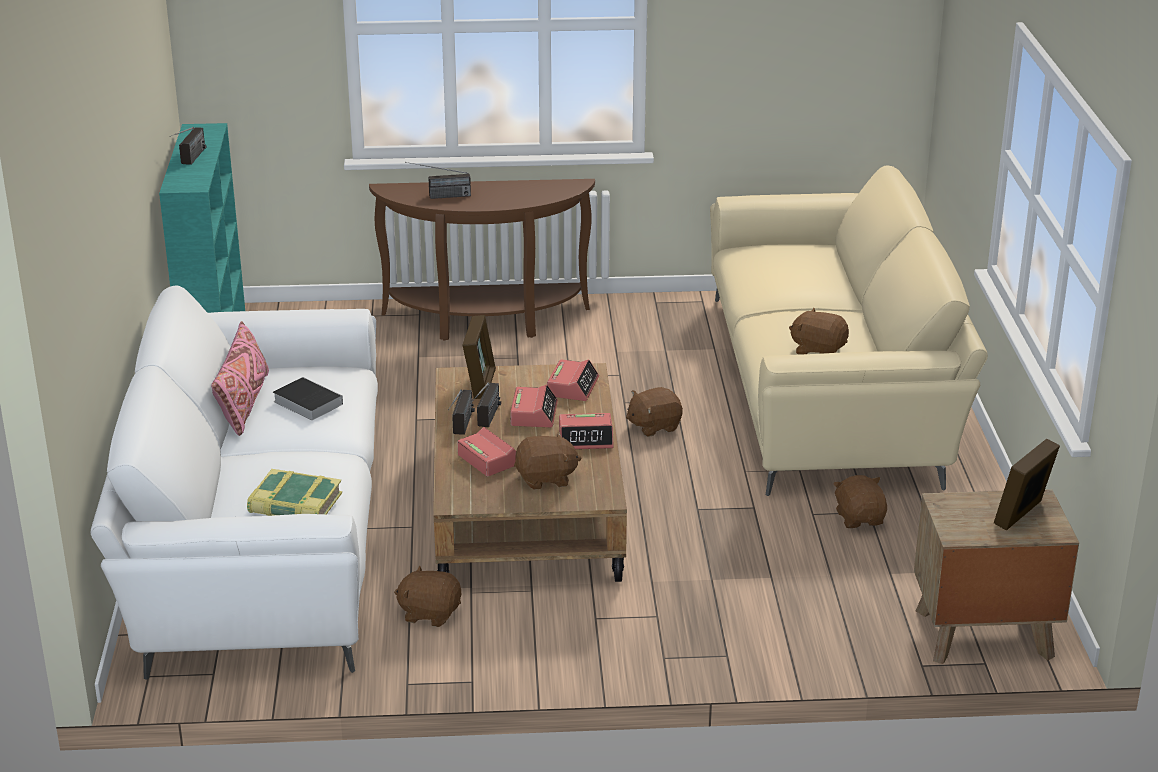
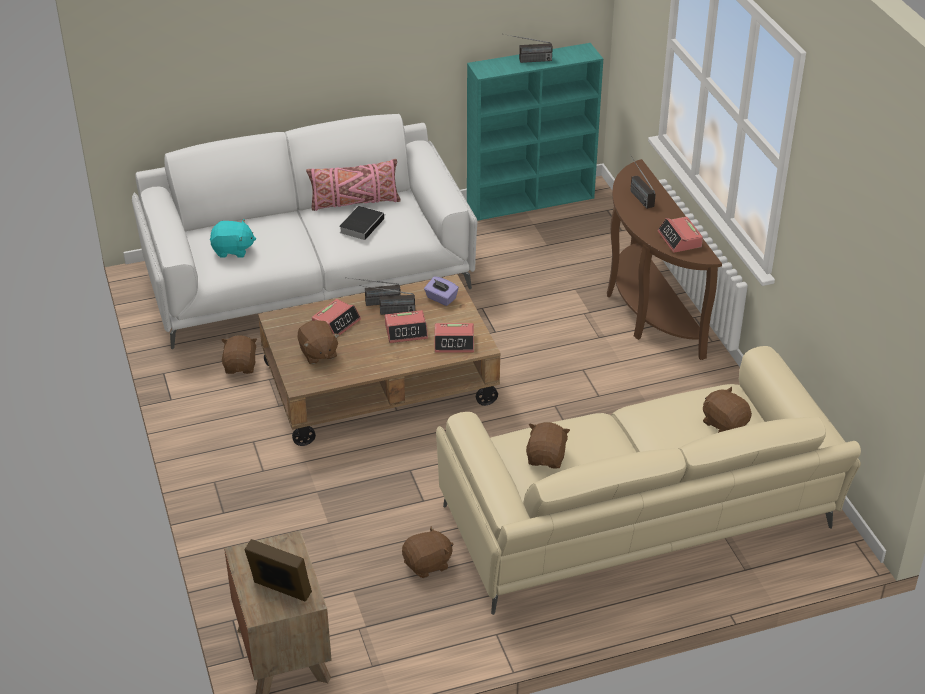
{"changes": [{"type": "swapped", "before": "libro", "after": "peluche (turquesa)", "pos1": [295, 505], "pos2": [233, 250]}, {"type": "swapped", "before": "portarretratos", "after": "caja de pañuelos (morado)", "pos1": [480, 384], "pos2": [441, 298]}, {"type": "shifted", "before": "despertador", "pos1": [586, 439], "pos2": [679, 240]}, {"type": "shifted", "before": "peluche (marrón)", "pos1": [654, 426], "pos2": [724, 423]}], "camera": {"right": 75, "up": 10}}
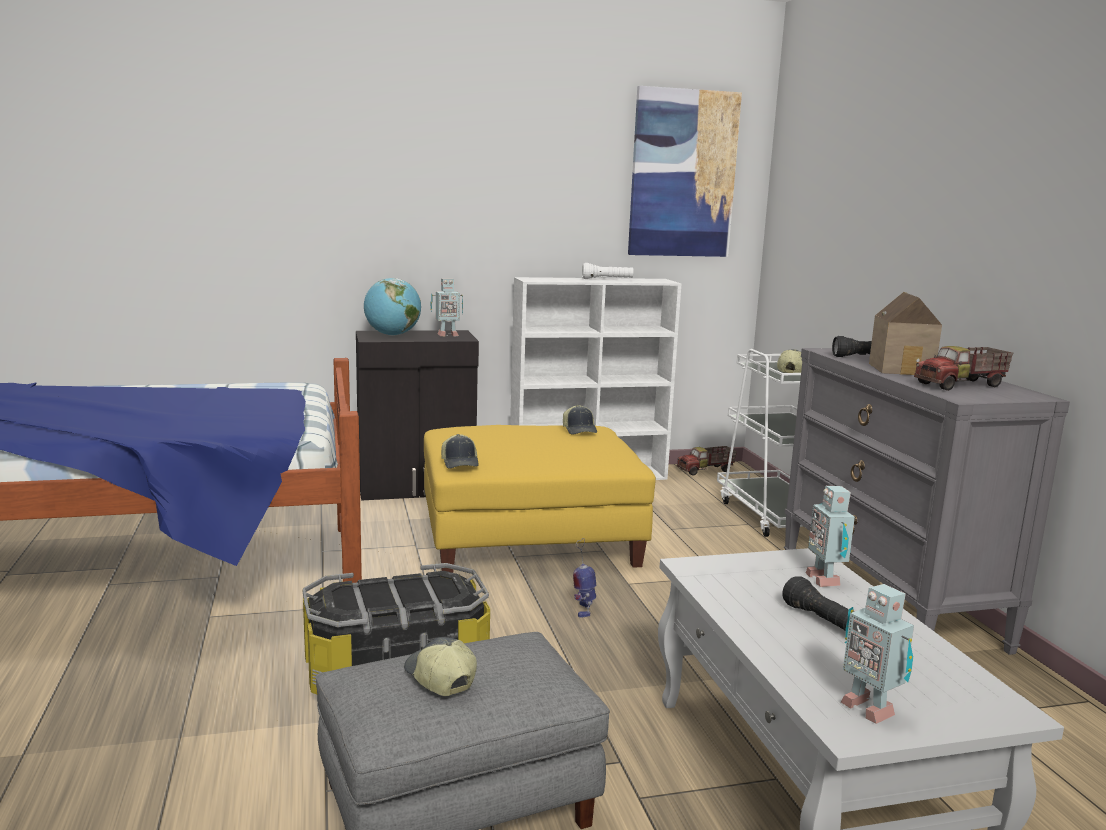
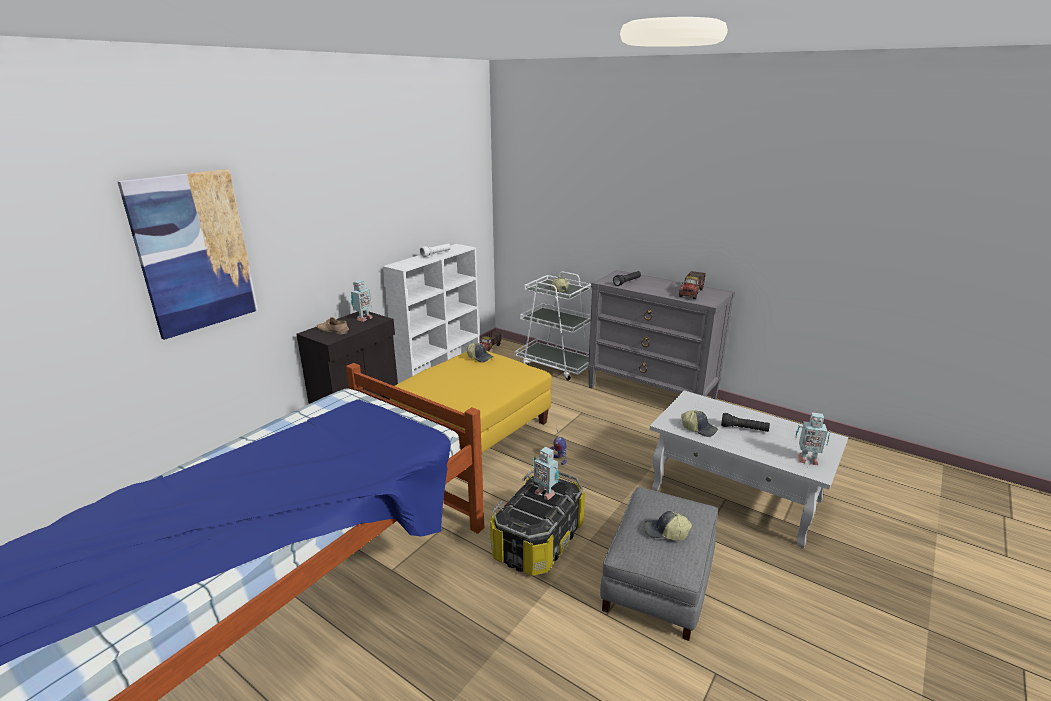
{"changes": [{"type": "swapped", "before": "globo terráqueo", "after": "zapato (beis)", "pos1": [392, 335], "pos2": [332, 330]}, {"type": "shifted", "before": "gorra", "pos1": [460, 463], "pos2": [699, 429]}, {"type": "shifted", "before": "cuadro", "pos1": [682, 174], "pos2": [194, 252]}, {"type": "shifted", "before": "robot de juguete", "pos1": [825, 579], "pos2": [545, 493]}, {"type": "gone", "before": "casita", "pos1": [904, 369]}], "camera": {"right": -40, "up": 10}}
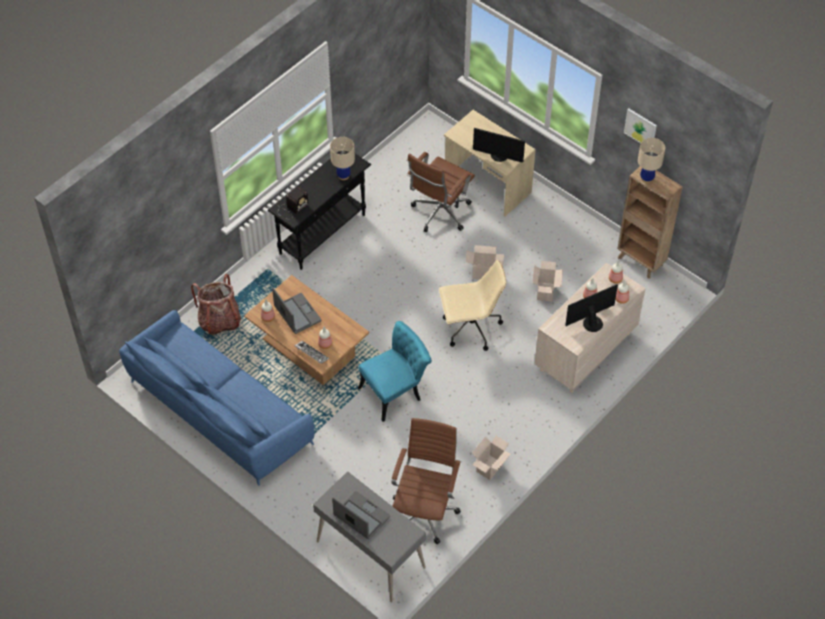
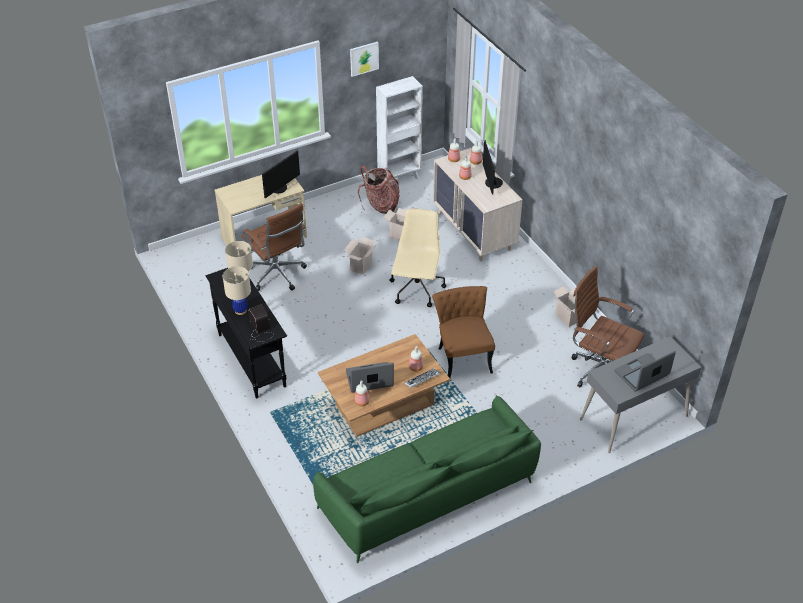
{"changes": [{"type": "repainted", "before": "sofá (azul)", "after": "sofá (verde)", "pos1": [218, 412], "pos2": [429, 494]}, {"type": "shifted", "before": "mochila", "pos1": [219, 320], "pos2": [381, 205]}, {"type": "repainted", "before": "silla (turquesa)", "after": "silla (marrón)", "pos1": [395, 391], "pos2": [462, 356]}, {"type": "repainted", "before": "estantería (marrón)", "after": "estantería (blanco)", "pos1": [641, 262], "pos2": [399, 177]}, {"type": "shifted", "before": "lámpara de mesa (beis)", "pos1": [647, 178], "pos2": [240, 310]}], "camera": {"right": -70, "up": -10}}
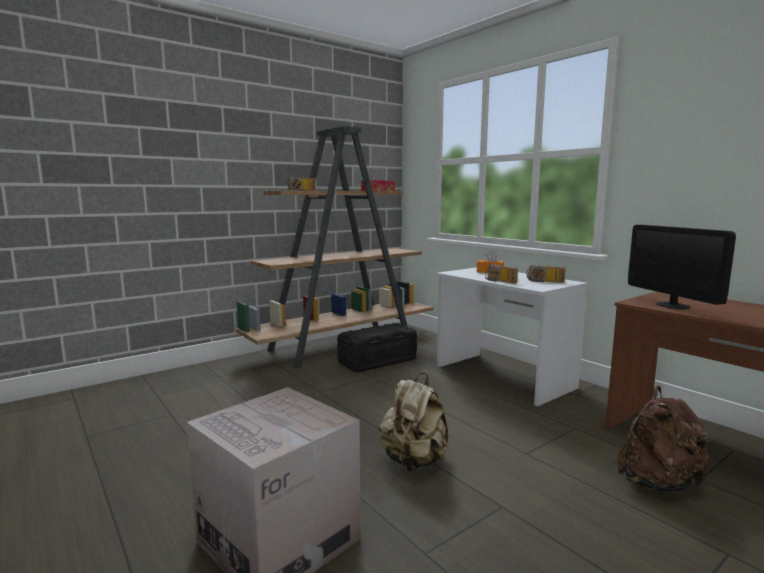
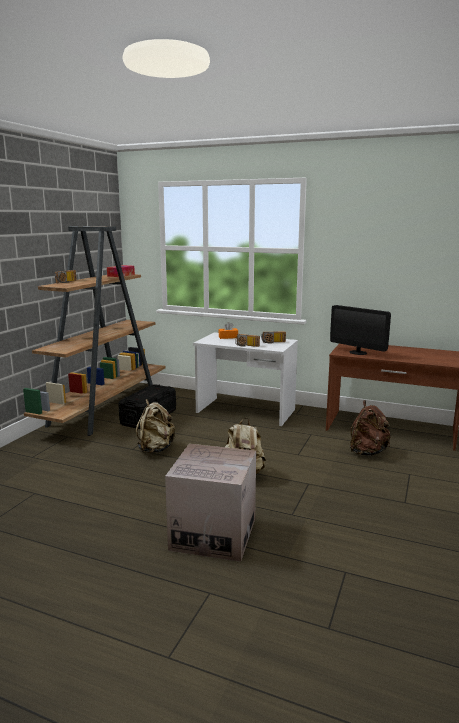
{"changes": [{"type": "new", "after": "mochila (beis)", "pos2": [156, 449]}], "camera": {"right": -30, "up": 5}}
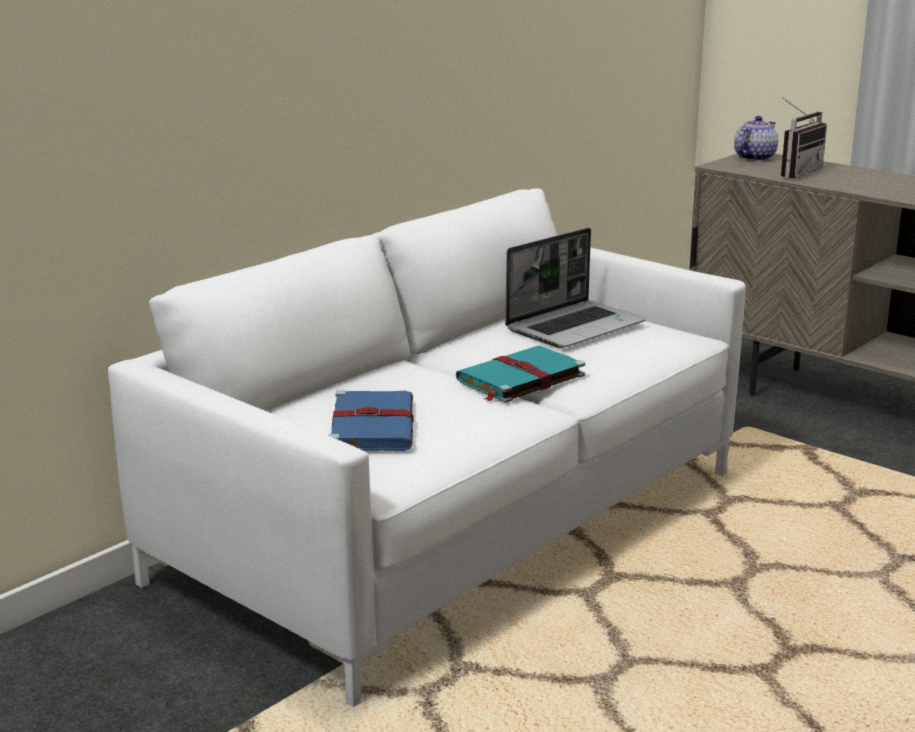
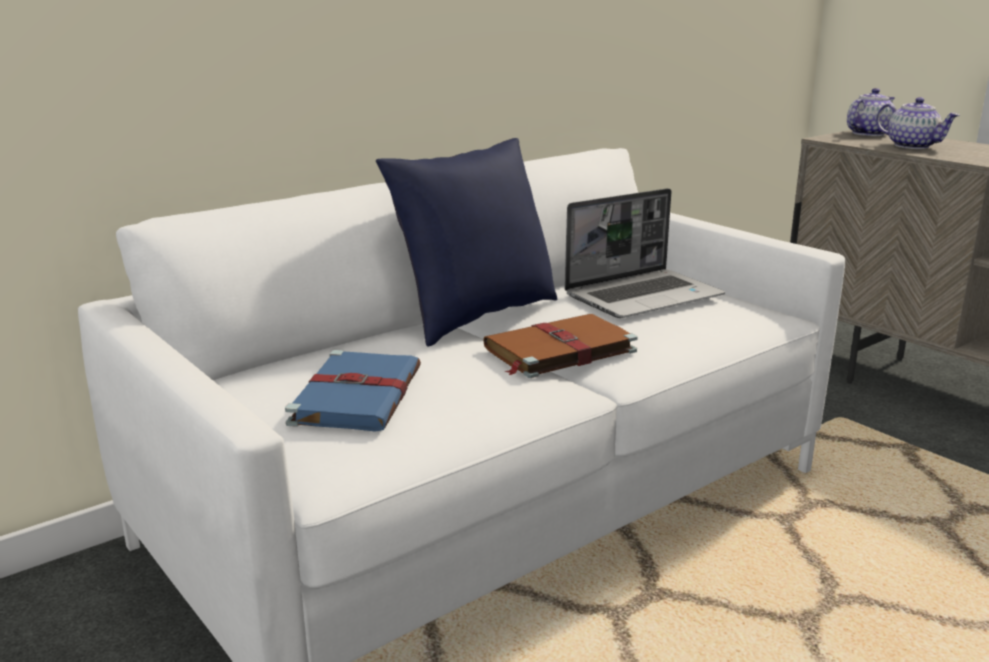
{"changes": [{"type": "repainted", "before": "libro (turquesa)", "after": "libro (marrón)", "pos1": [519, 379], "pos2": [558, 350]}, {"type": "swapped", "before": "radio", "after": "tetera", "pos1": [794, 172], "pos2": [912, 146]}, {"type": "new", "after": "cojín (azul)", "pos2": [474, 316]}], "camera": {"right": 10, "up": 0}}
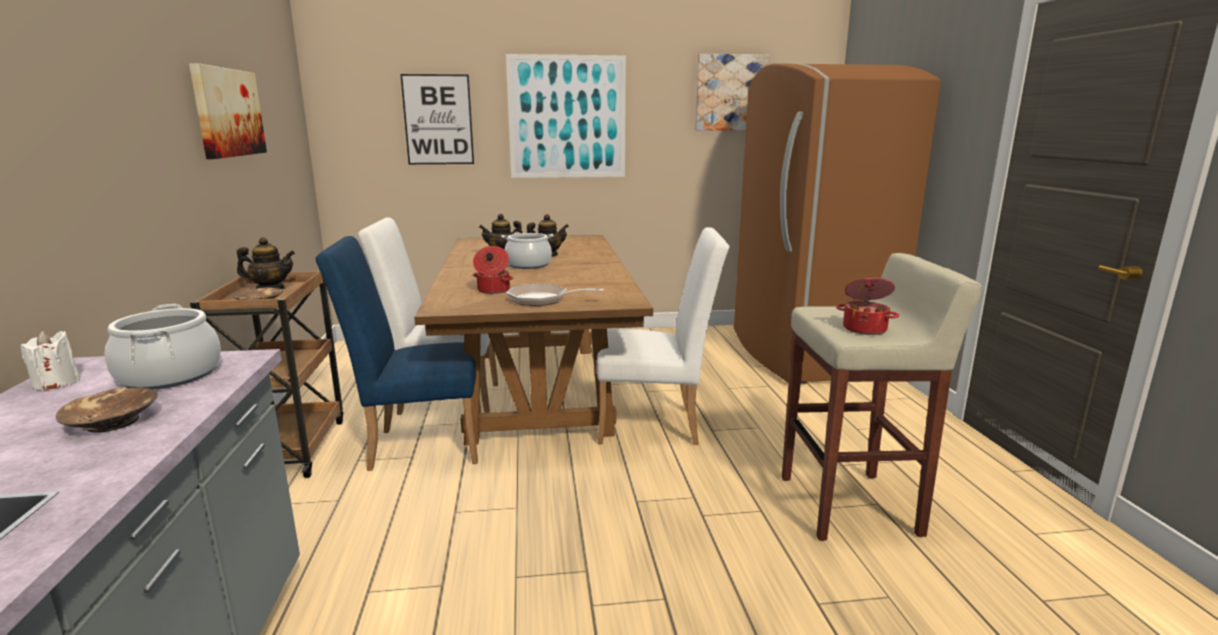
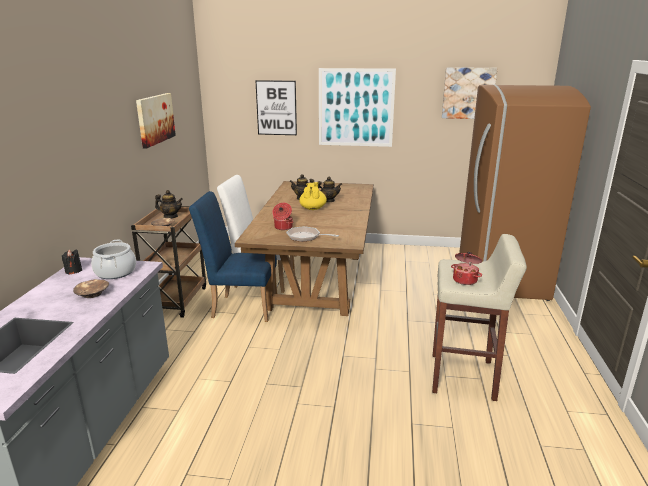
{"changes": [{"type": "repainted", "before": "vela (blanco)", "after": "vela (negro)", "pos1": [56, 383], "pos2": [73, 271]}, {"type": "swapped", "before": "olla", "after": "tetera (amarillo)", "pos1": [528, 265], "pos2": [313, 208]}, {"type": "gone", "before": "silla (blanco)", "pos1": [656, 426]}], "camera": {"right": 15, "up": 5}}
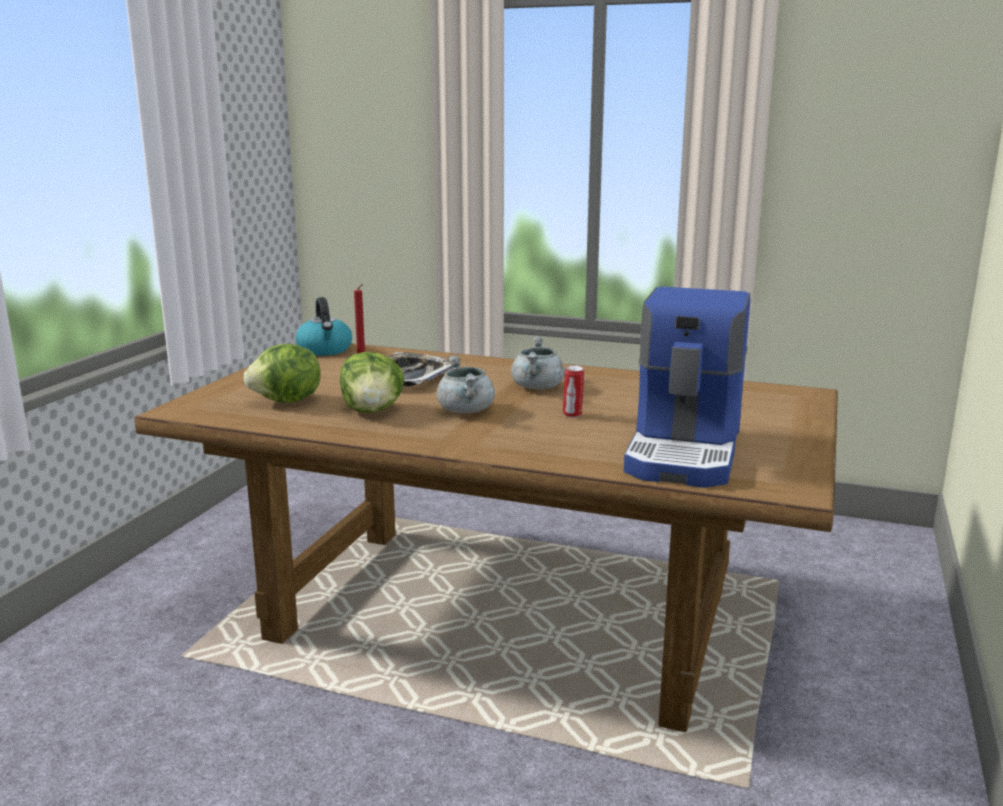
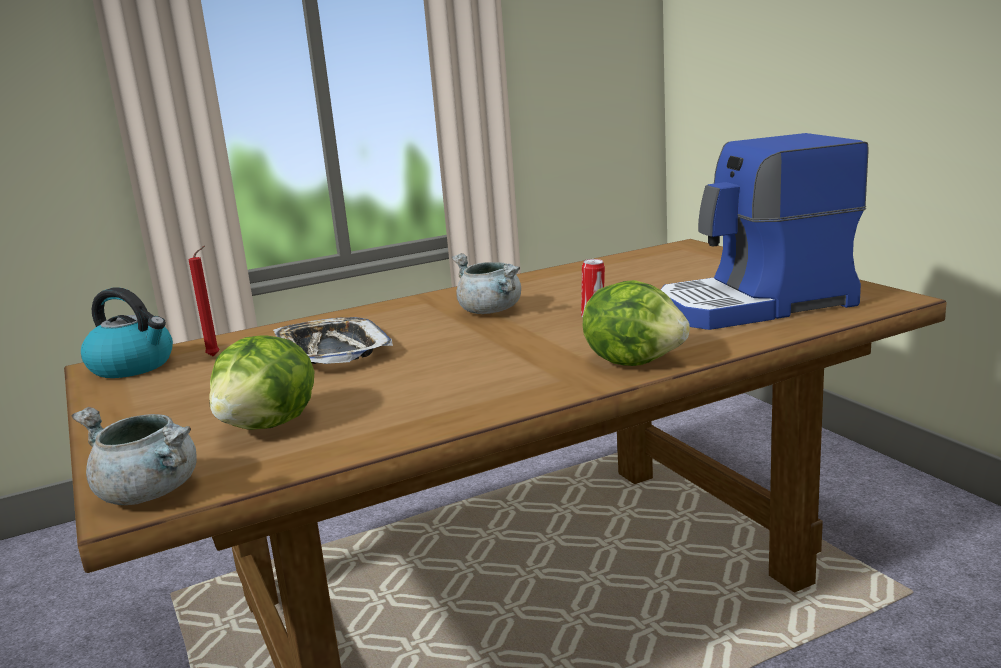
{"changes": [{"type": "shifted", "before": "lechuga", "pos1": [372, 411], "pos2": [635, 361]}, {"type": "shifted", "before": "olla (gris)", "pos1": [466, 411], "pos2": [150, 493]}, {"type": "rotated", "before": "cafetera", "pos1": [686, 452], "pos2": [756, 305], "turn": 105}], "camera": {"right": -45, "up": 0}}
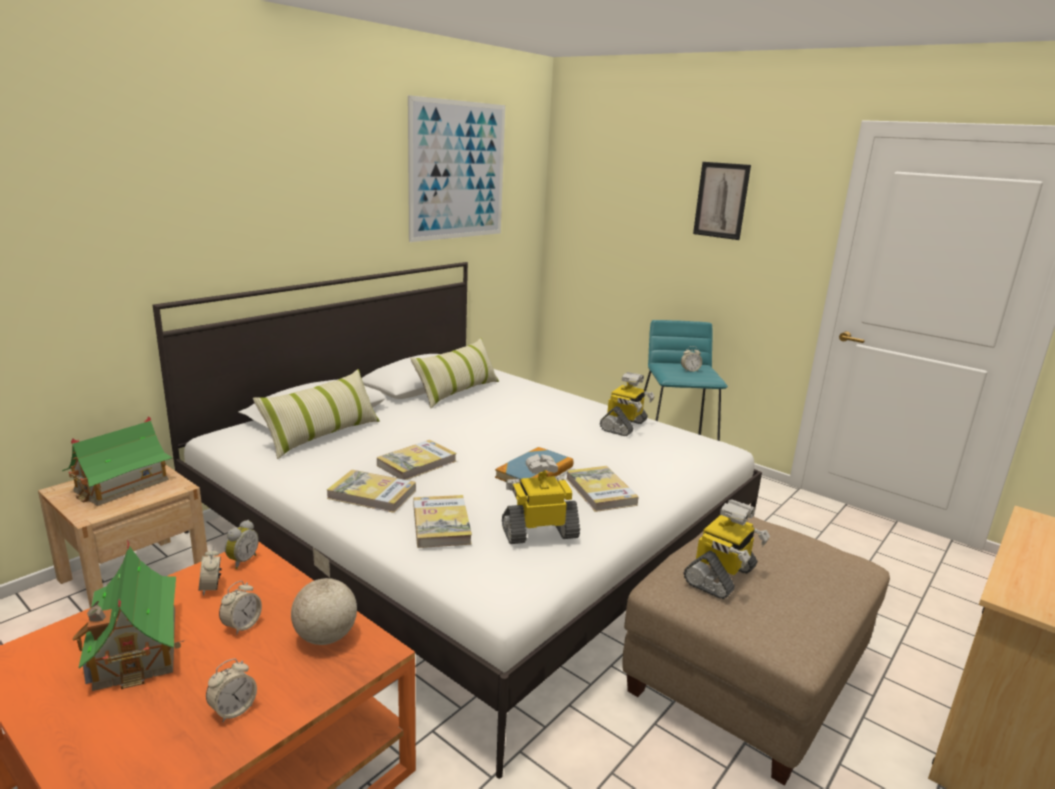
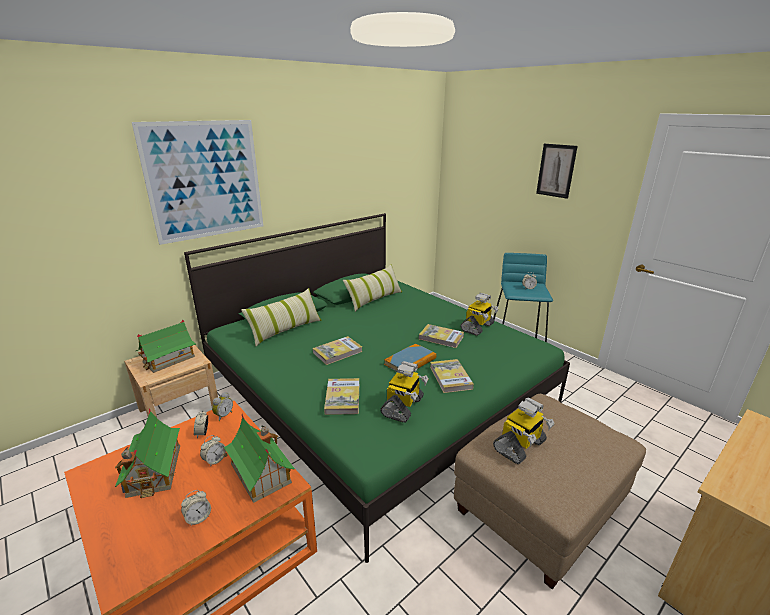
{"changes": [{"type": "repainted", "before": "cama (blanco)", "after": "cama (verde)", "pos1": [473, 536], "pos2": [378, 393]}, {"type": "swapped", "before": "globo terráqueo", "after": "casita", "pos1": [325, 637], "pos2": [260, 472]}, {"type": "shifted", "before": "libro", "pos1": [372, 494], "pos2": [441, 337]}, {"type": "shifted", "before": "cuadro", "pos1": [458, 171], "pos2": [205, 180]}, {"type": "rotated", "before": "robot de juguete", "pos1": [539, 532], "pos2": [403, 407], "turn": 120}], "camera": {"right": 10, "up": 5}}
